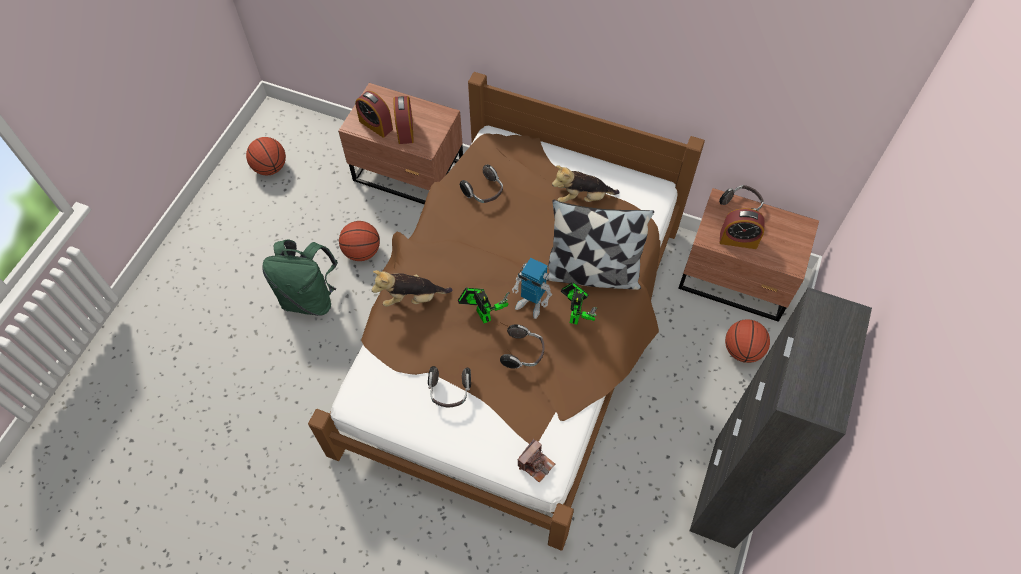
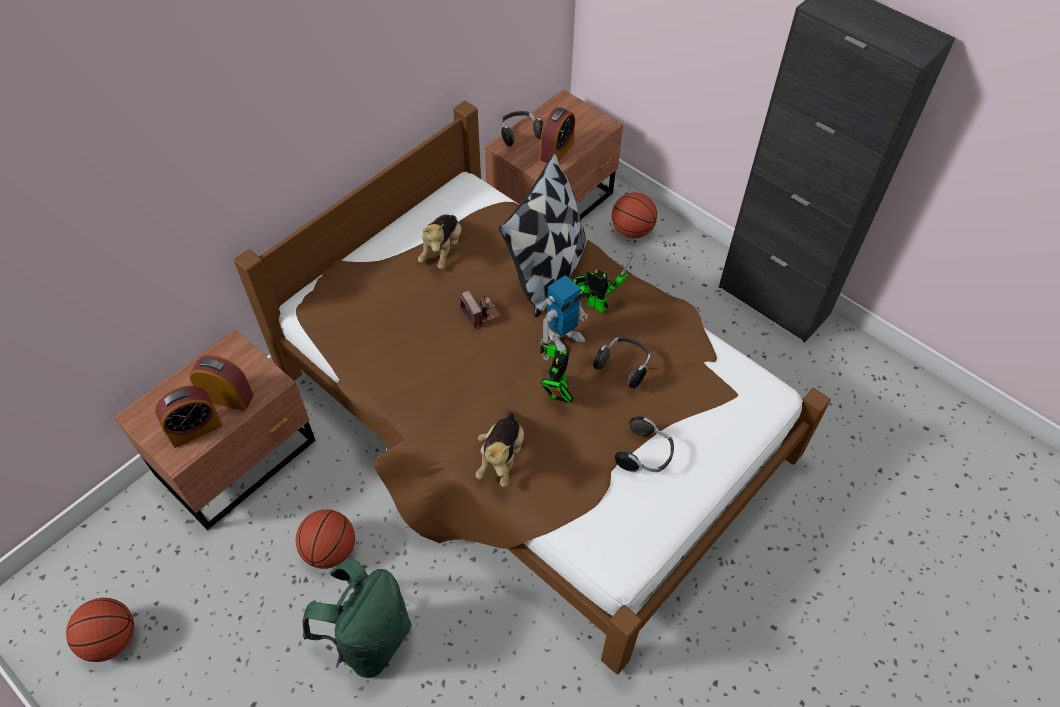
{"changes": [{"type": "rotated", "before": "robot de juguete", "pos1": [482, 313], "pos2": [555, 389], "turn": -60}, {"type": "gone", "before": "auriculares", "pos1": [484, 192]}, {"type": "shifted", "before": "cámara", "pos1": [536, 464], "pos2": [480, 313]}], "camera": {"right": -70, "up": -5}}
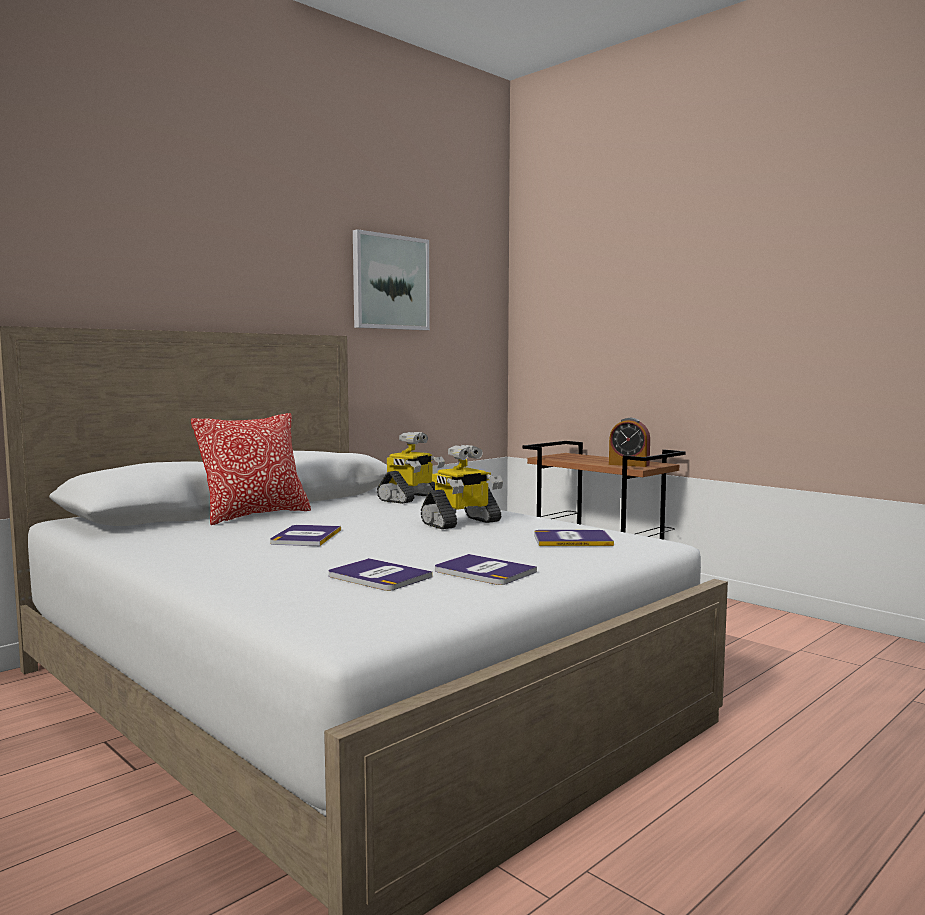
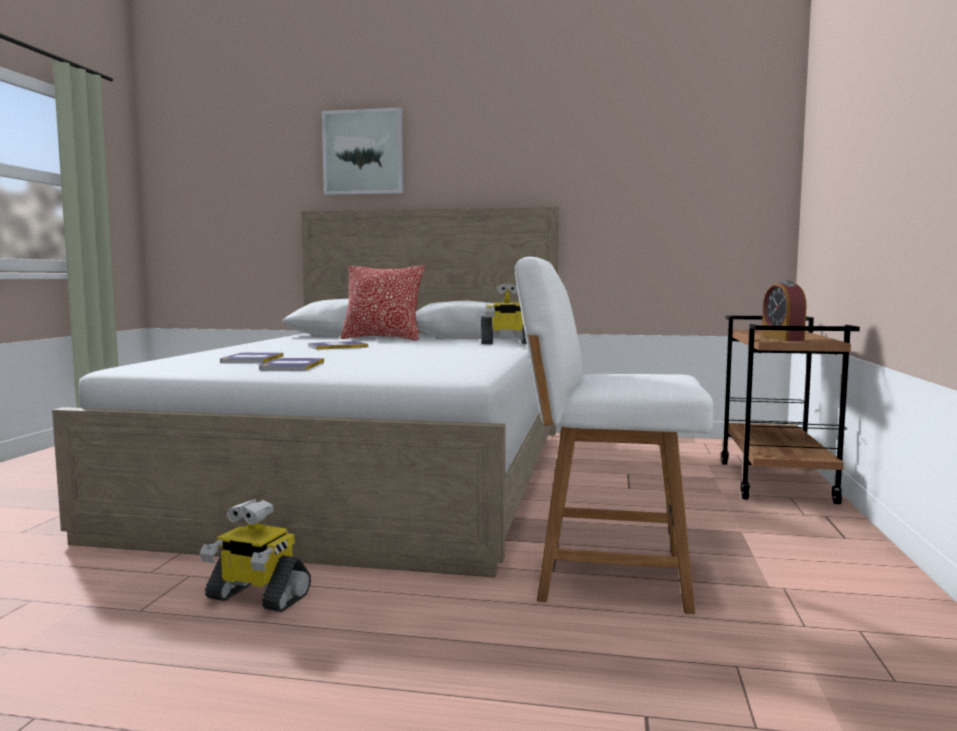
{"changes": [{"type": "shifted", "before": "cuadro", "pos1": [390, 282], "pos2": [363, 152]}, {"type": "shifted", "before": "robot de juguete", "pos1": [461, 523], "pos2": [257, 597]}, {"type": "gone", "before": "libro", "pos1": [572, 540]}, {"type": "new", "after": "silla (blanco)", "pos2": [606, 575]}], "camera": {"right": 55, "up": 0}}
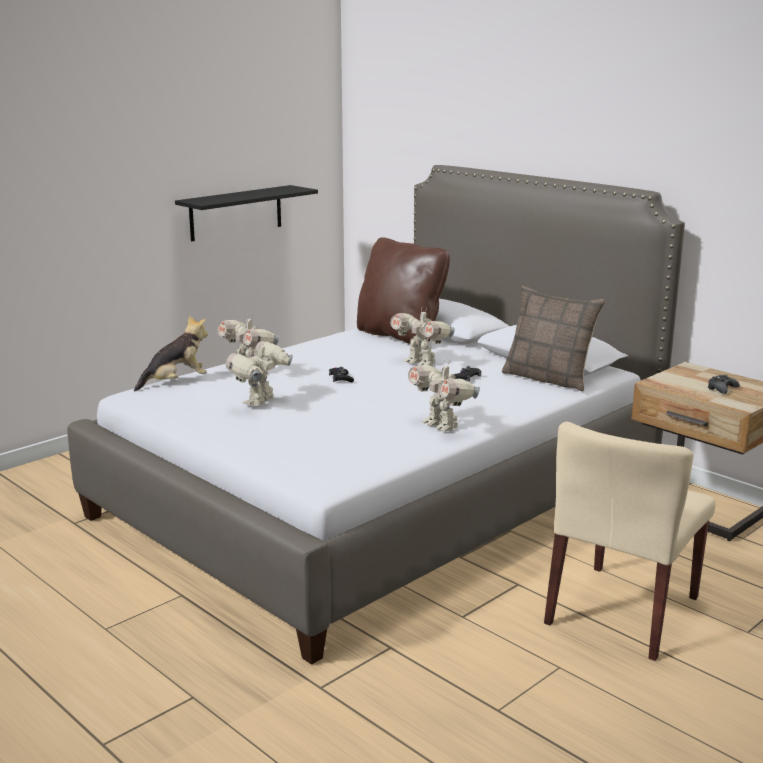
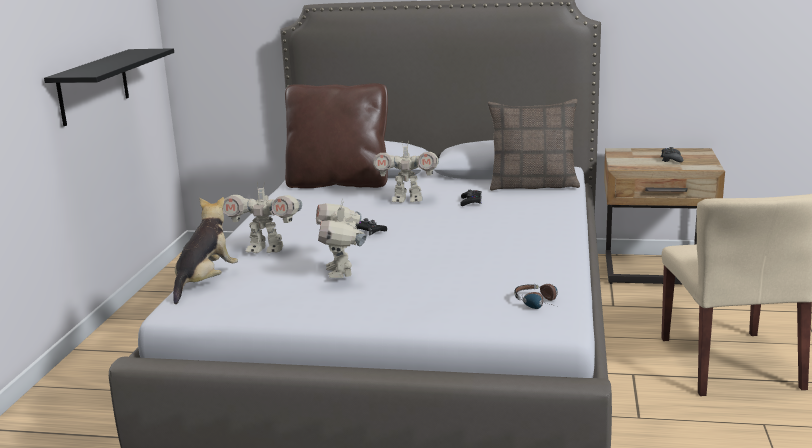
{"changes": [{"type": "gone", "before": "robot de juguete", "pos1": [442, 425]}, {"type": "new", "after": "auriculares", "pos2": [541, 303]}], "camera": {"right": -35, "up": 0}}
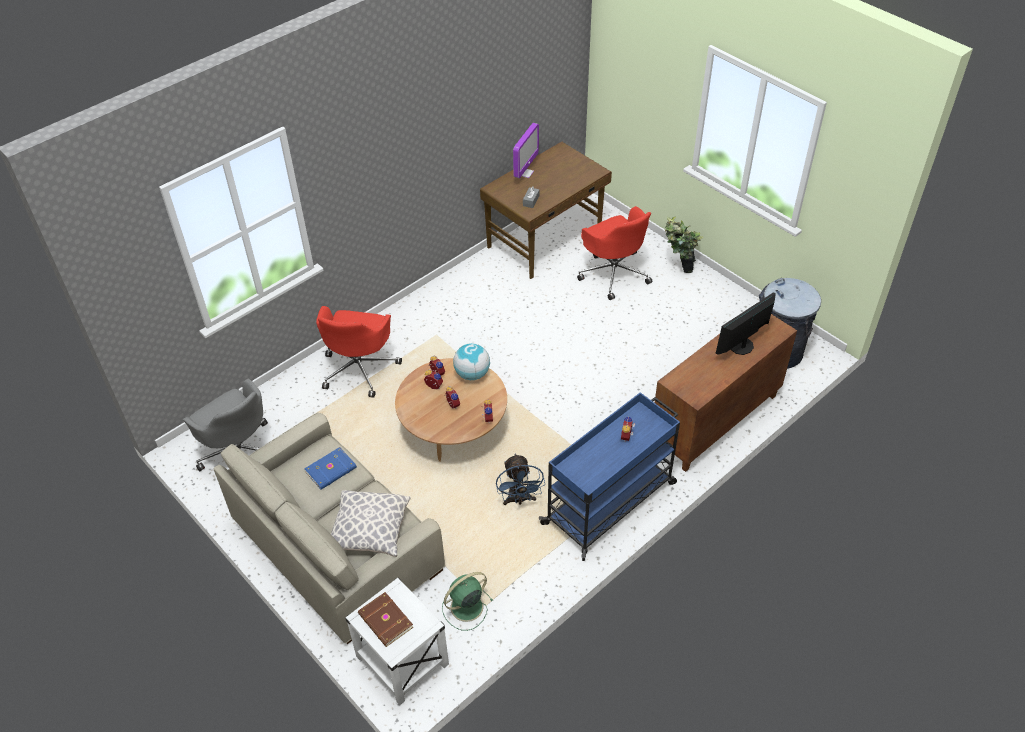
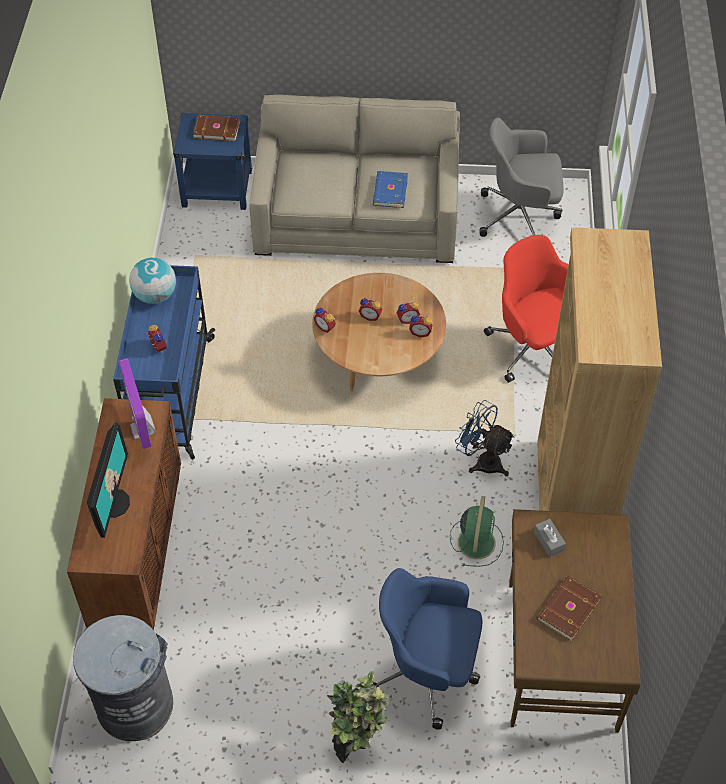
{"changes": [{"type": "gone", "before": "cojín", "pos1": [370, 531]}, {"type": "repainted", "before": "mesa auxiliar (blanco)", "after": "mesa auxiliar (azul)", "pos1": [402, 660], "pos2": [217, 189]}, {"type": "shifted", "before": "ventilador (verde)", "pos1": [465, 607], "pos2": [476, 541]}, {"type": "shifted", "before": "globo terráqueo", "pos1": [472, 374], "pos2": [155, 295]}, {"type": "shifted", "before": "ventilador (azul)", "pos1": [519, 500], "pos2": [482, 461]}, {"type": "shifted", "before": "monitor", "pos1": [525, 173], "pos2": [143, 429]}, {"type": "repainted", "before": "silla de oficina (rojo)", "after": "silla de oficina (azul)", "pos1": [613, 273], "pos2": [428, 671]}, {"type": "new", "after": "estantería (marrón)", "pos2": [568, 503]}, {"type": "new", "after": "libro (marrón)", "pos2": [567, 609]}], "camera": {"right": 135, "up": 5}}
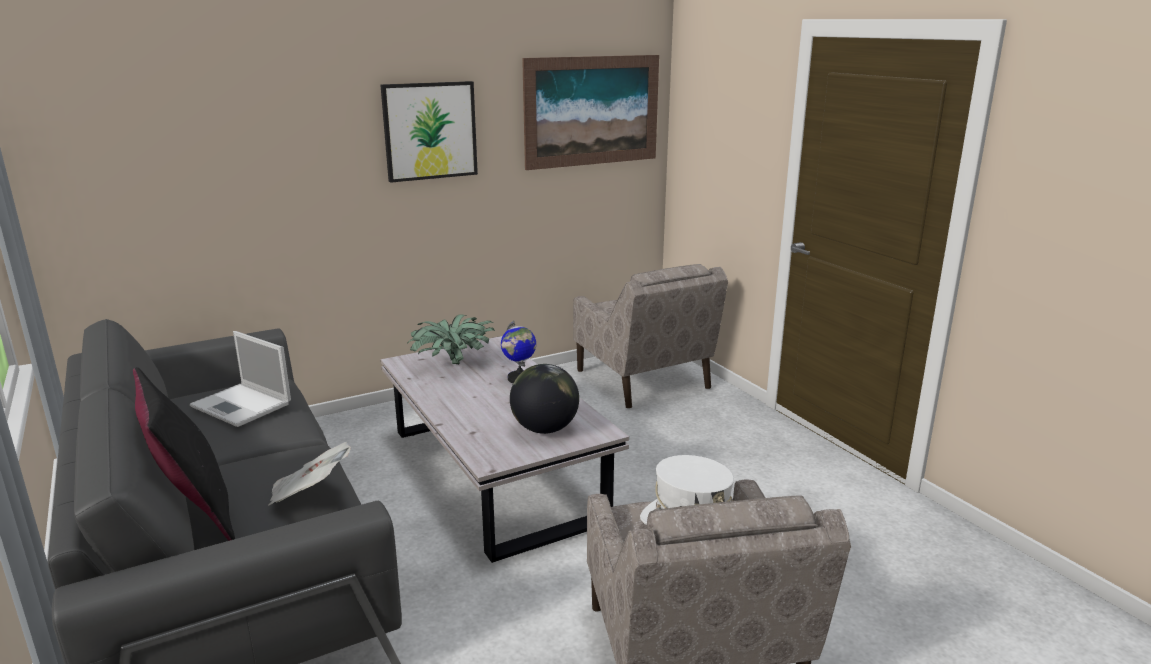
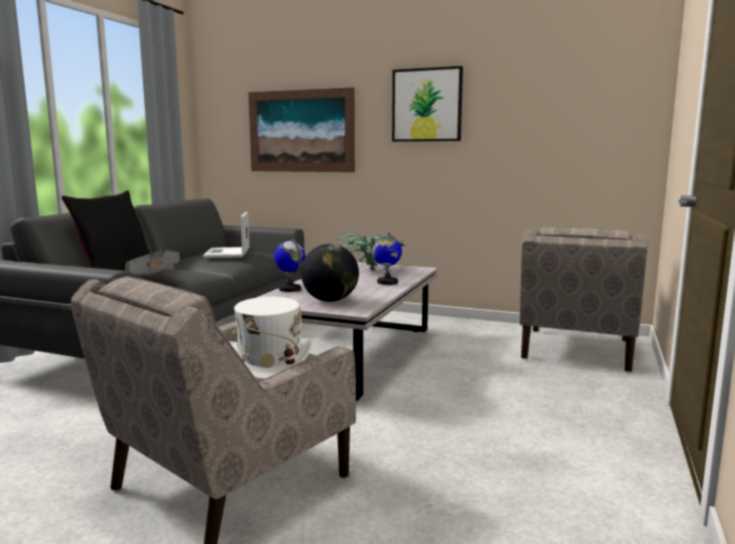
{"changes": [{"type": "shifted", "before": "cuadro", "pos1": [592, 111], "pos2": [301, 131]}, {"type": "new", "after": "globo terráqueo", "pos2": [290, 289]}], "camera": {"right": 50, "up": -10}}
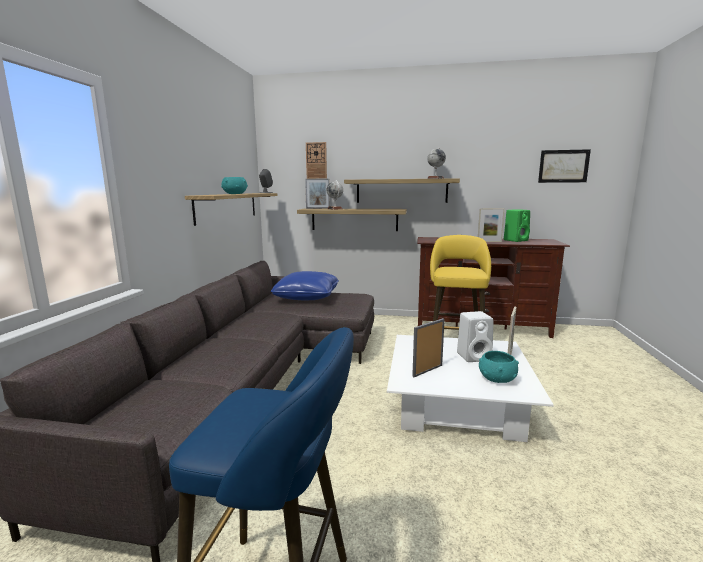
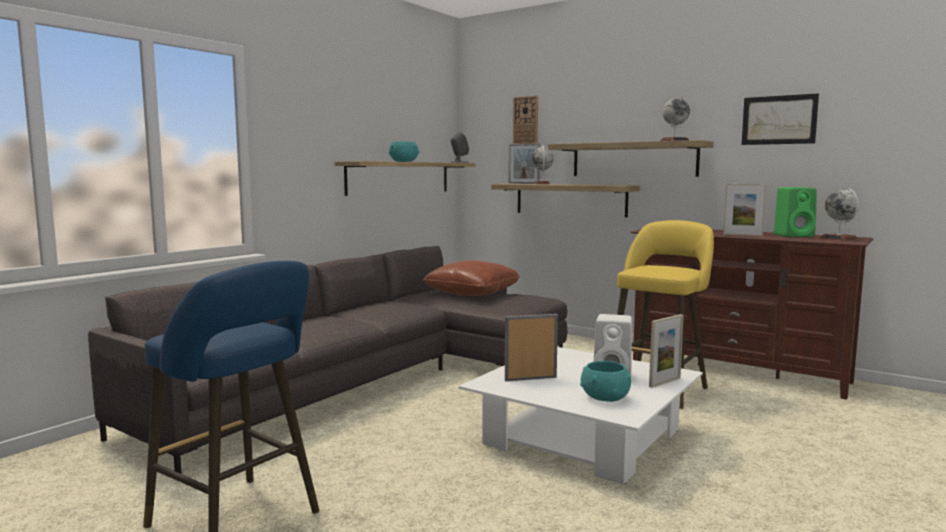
{"changes": [{"type": "repainted", "before": "cojín (azul)", "after": "cojín (marrón)", "pos1": [307, 297], "pos2": [472, 293]}, {"type": "shifted", "before": "cuadro", "pos1": [563, 166], "pos2": [779, 120]}, {"type": "new", "after": "globo terráqueo", "pos2": [839, 239]}], "camera": {"right": 25, "up": -5}}
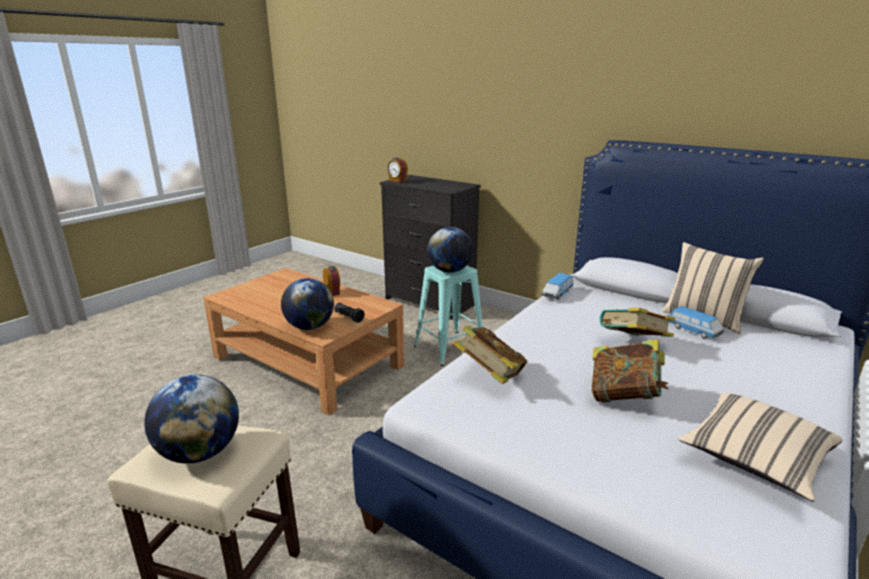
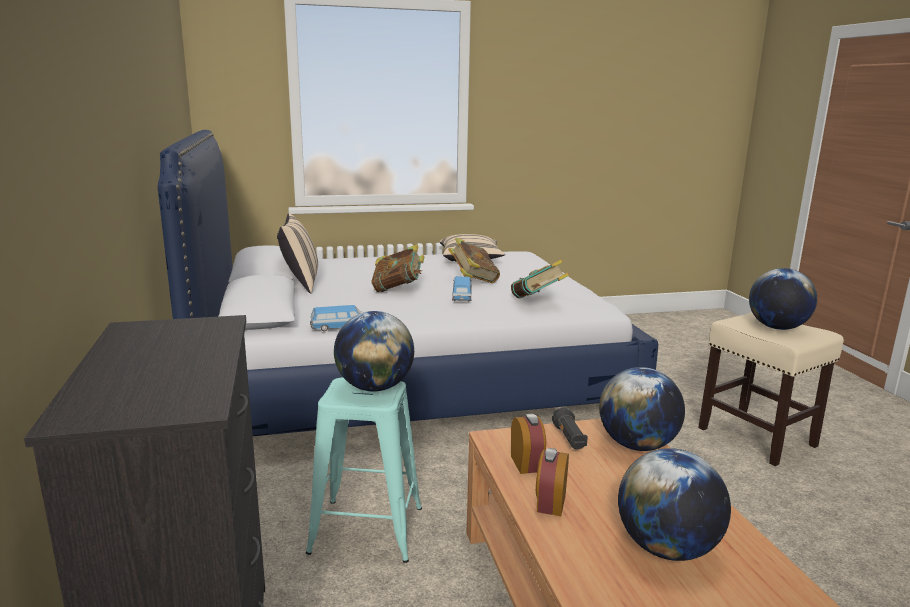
{"changes": [{"type": "shifted", "before": "despertador", "pos1": [397, 180], "pos2": [527, 464]}, {"type": "shifted", "before": "coche de juguete", "pos1": [694, 331], "pos2": [462, 297]}, {"type": "new", "after": "globo terráqueo", "pos2": [666, 548]}], "camera": {"right": -140, "up": -5}}
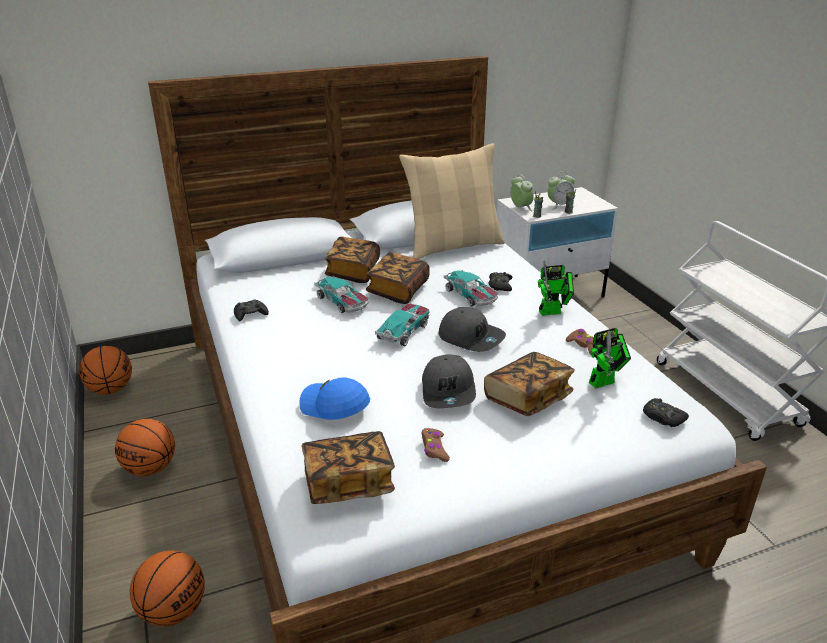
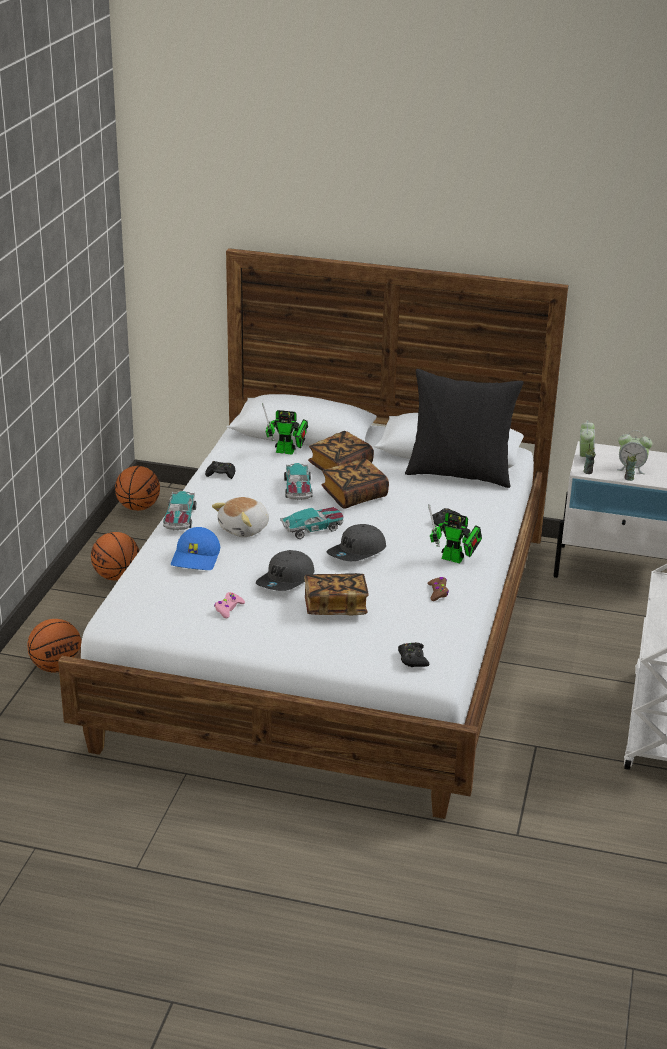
{"changes": [{"type": "rotated", "before": "gorra (azul)", "pos1": [334, 407], "pos2": [196, 558], "turn": -150}, {"type": "gone", "before": "libro", "pos1": [348, 482]}, {"type": "repainted", "before": "cojín (beis)", "after": "cojín (negro)", "pos1": [453, 246], "pos2": [459, 474]}, {"type": "repainted", "before": "mando de consola (marrón)", "after": "mando de consola (rosa)", "pos1": [434, 449], "pos2": [228, 608]}, {"type": "rotated", "before": "gorra (gris)", "pos1": [471, 337], "pos2": [357, 552], "turn": 60}, {"type": "shifted", "before": "coche de juguete", "pos1": [470, 295], "pos2": [179, 518]}, {"type": "shifted", "before": "robot de juguete", "pos1": [605, 381], "pos2": [288, 452]}, {"type": "new", "after": "peluche", "pos2": [245, 529]}], "camera": {"right": 35, "up": 0}}
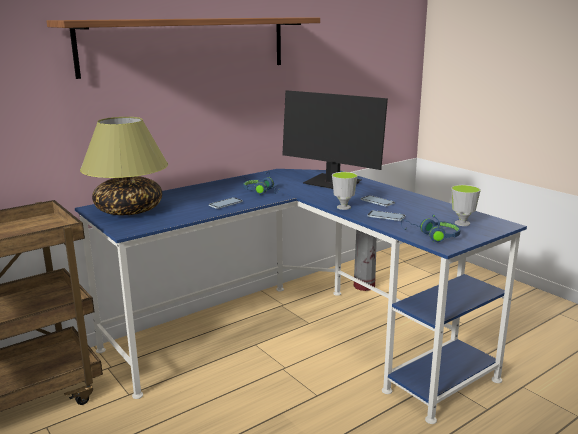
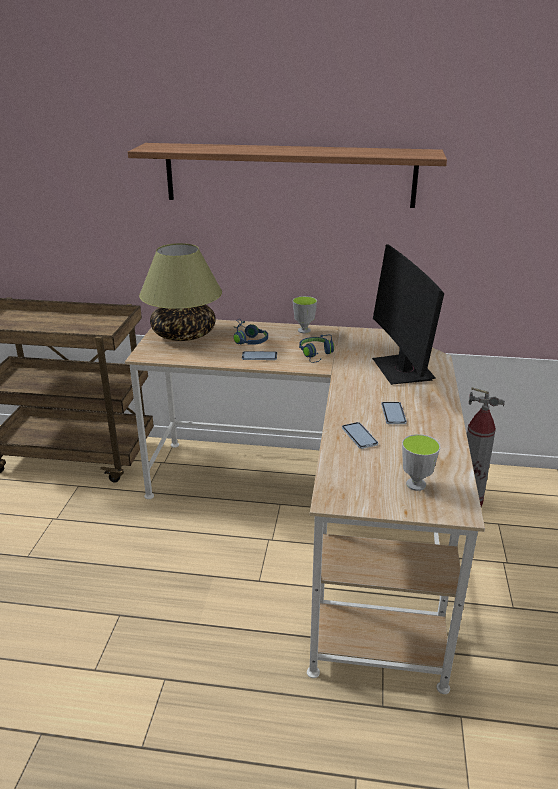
{"changes": [{"type": "repainted", "before": "escritorio (azul)", "after": "escritorio (beis)", "pos1": [295, 340], "pos2": [317, 520]}, {"type": "shifted", "before": "taza", "pos1": [343, 207], "pos2": [304, 330]}, {"type": "shifted", "before": "auriculares (azul)", "pos1": [432, 236], "pos2": [248, 339]}], "camera": {"right": 45, "up": 10}}
